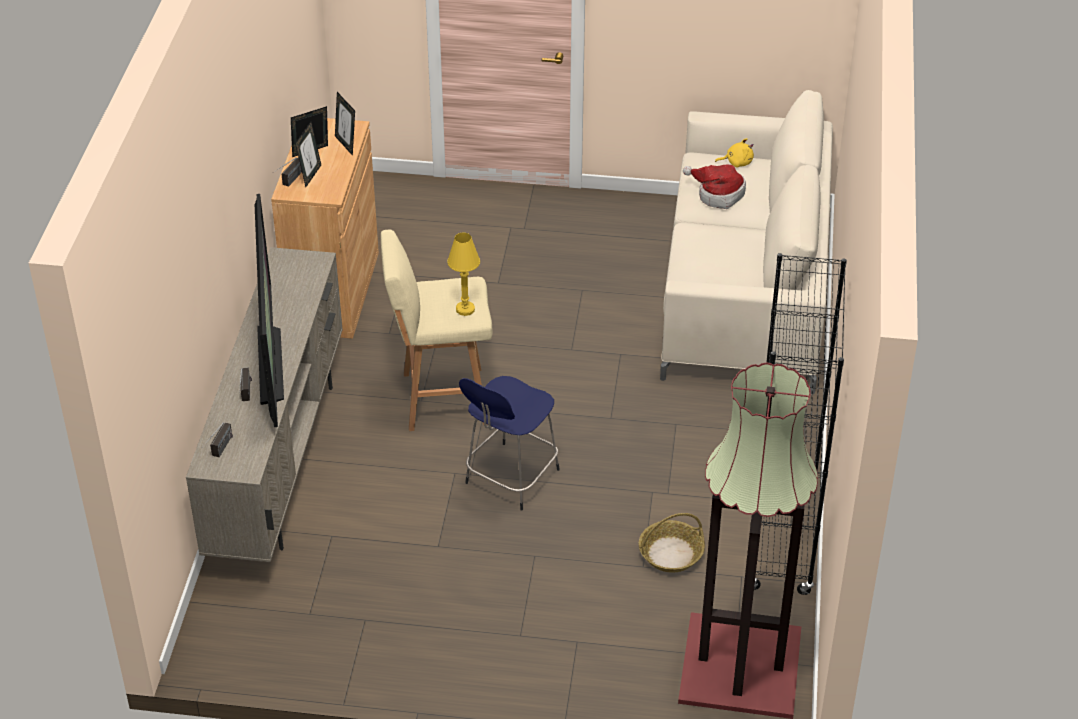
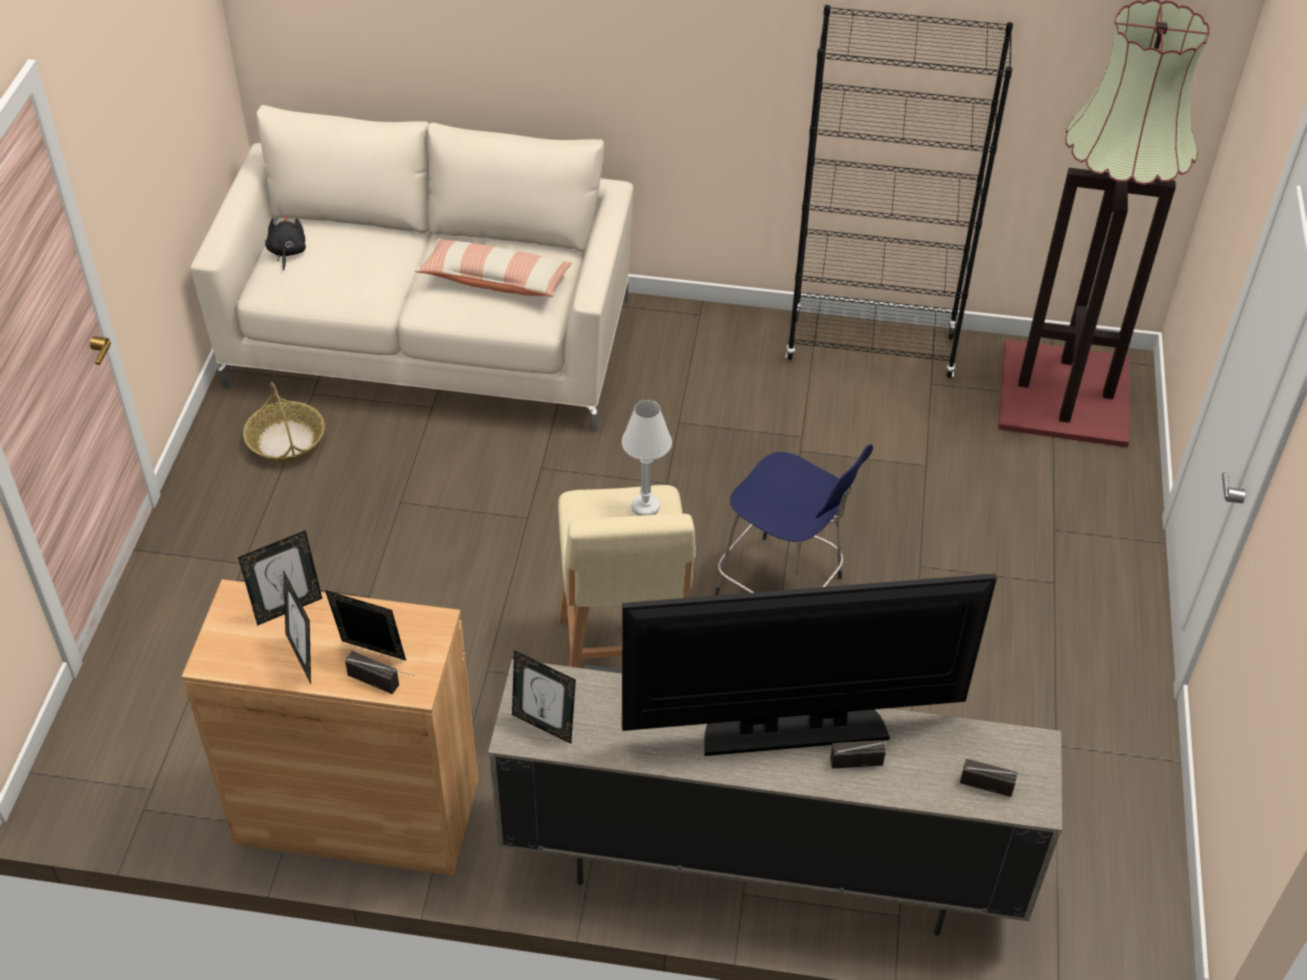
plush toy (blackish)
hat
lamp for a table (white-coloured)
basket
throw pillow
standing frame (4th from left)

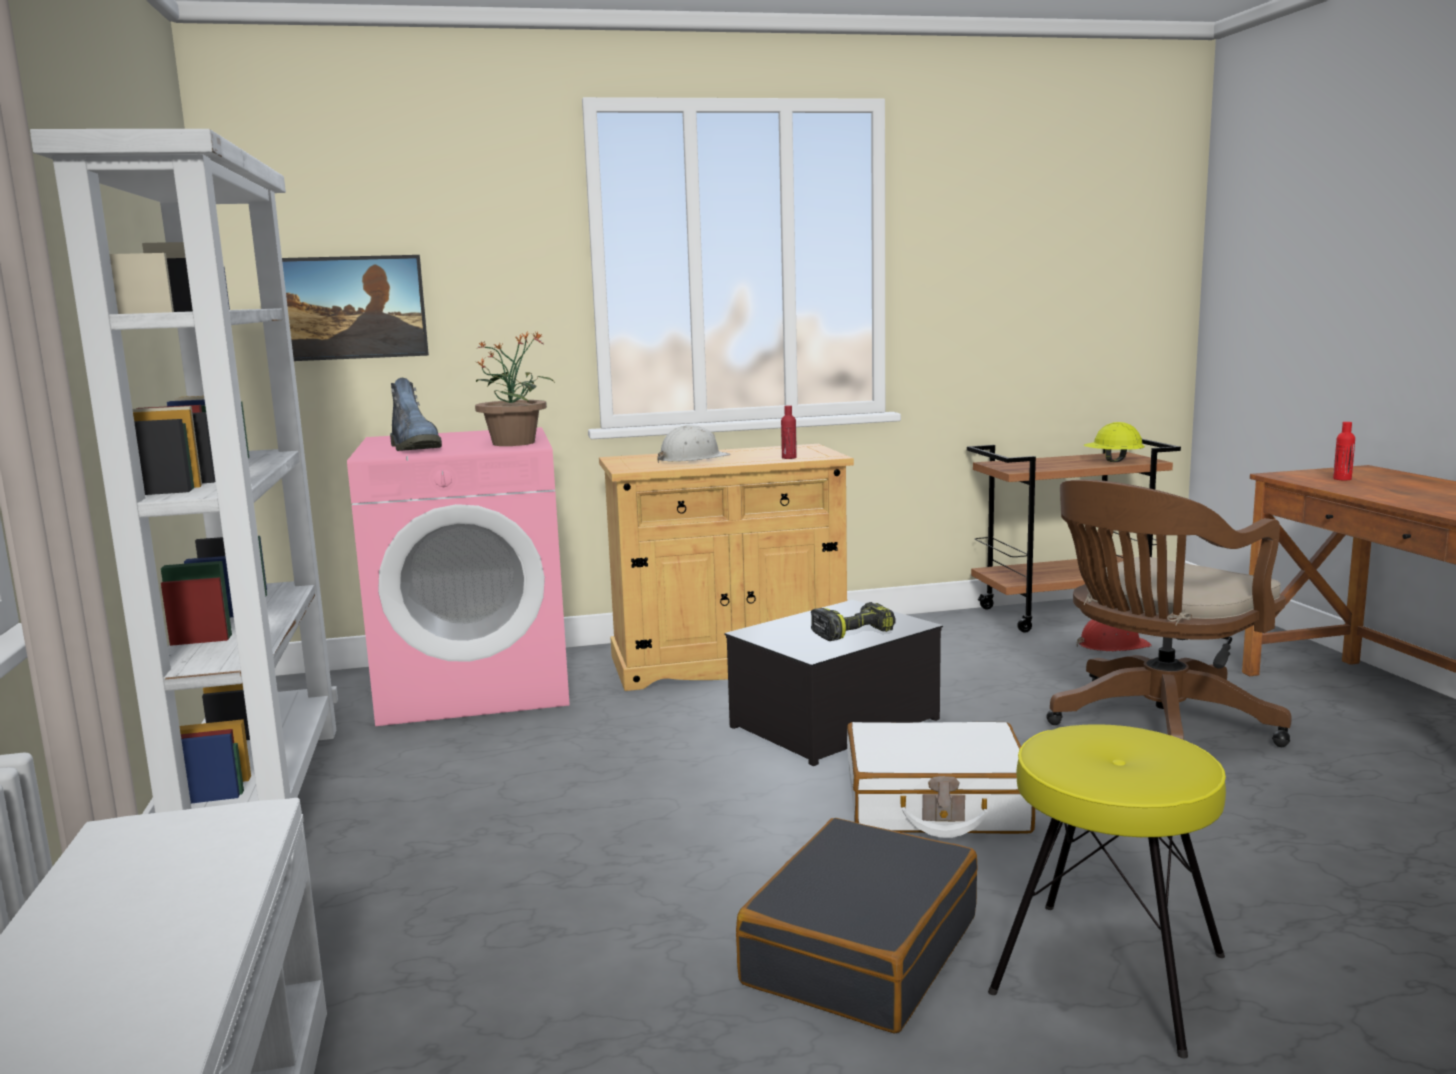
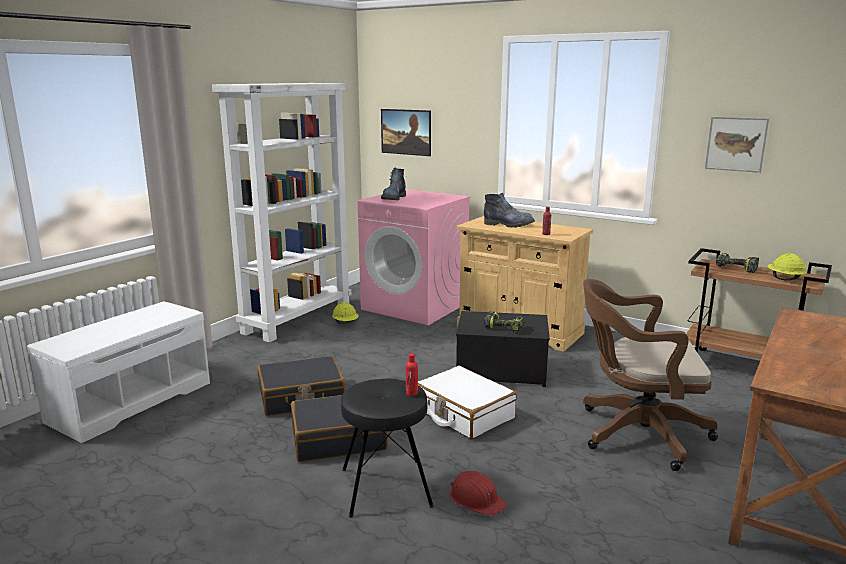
houseplant
bottle (reddish) (1st from left)
boot (2nd from left)
safety helmet (reddish)
stool seat (blackish)
wall art (2nd from left)
drill (2nd from left)
safety helmet (yellow-coloured) (1st from left)
piece of luggage (blackish) (1st from left)

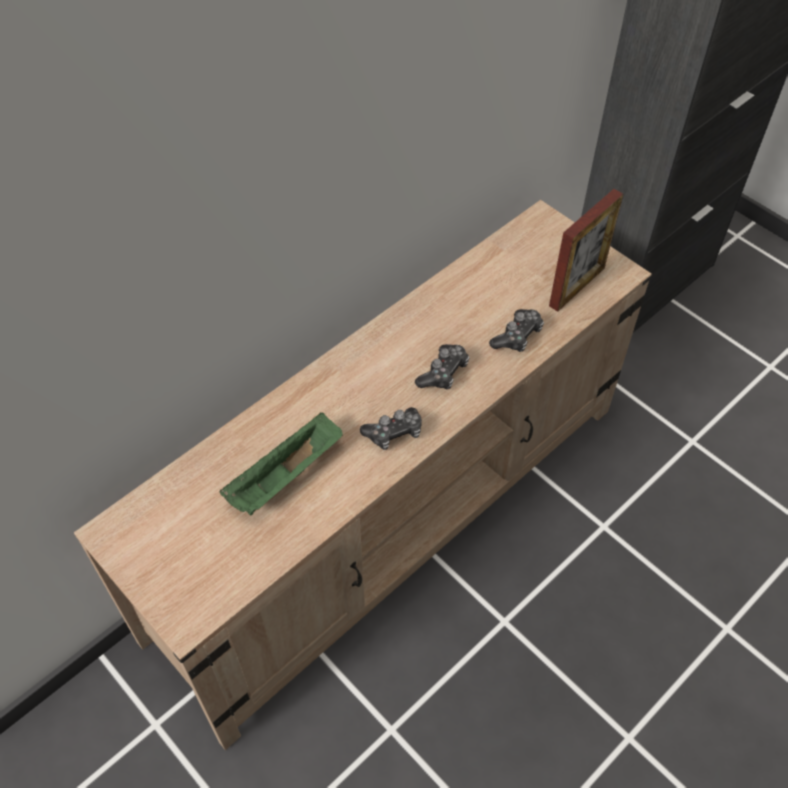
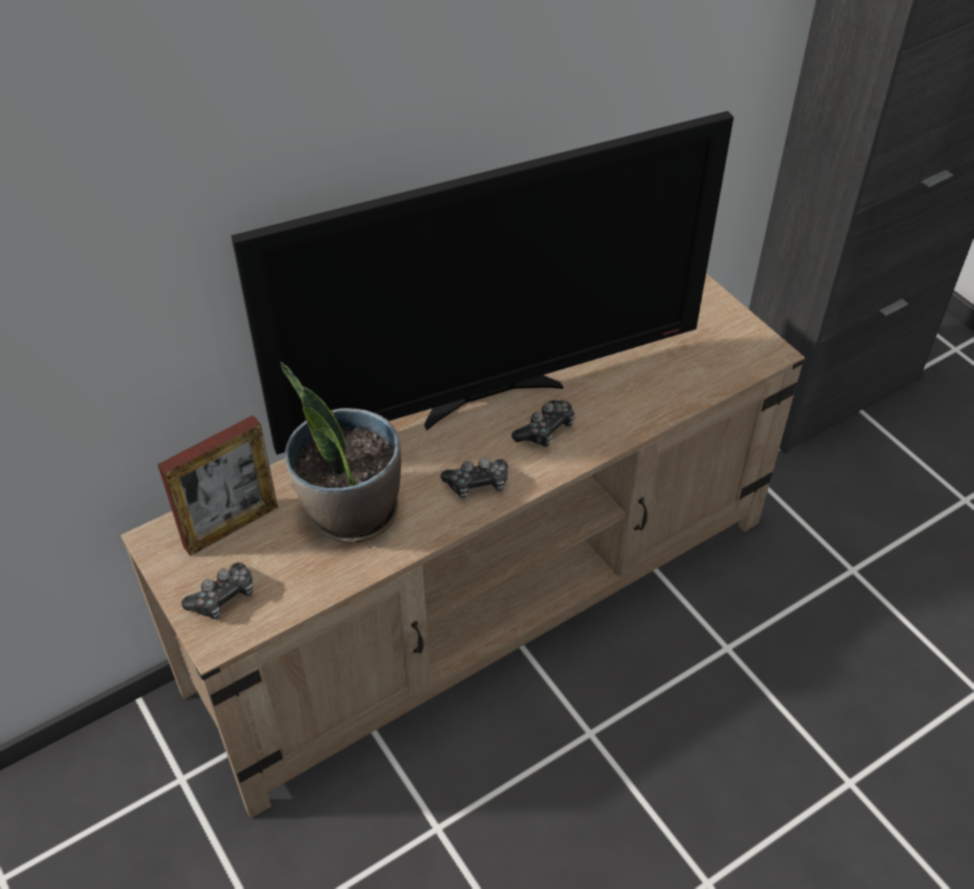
standing frame
gamepad (1st from left)
houseplant
television

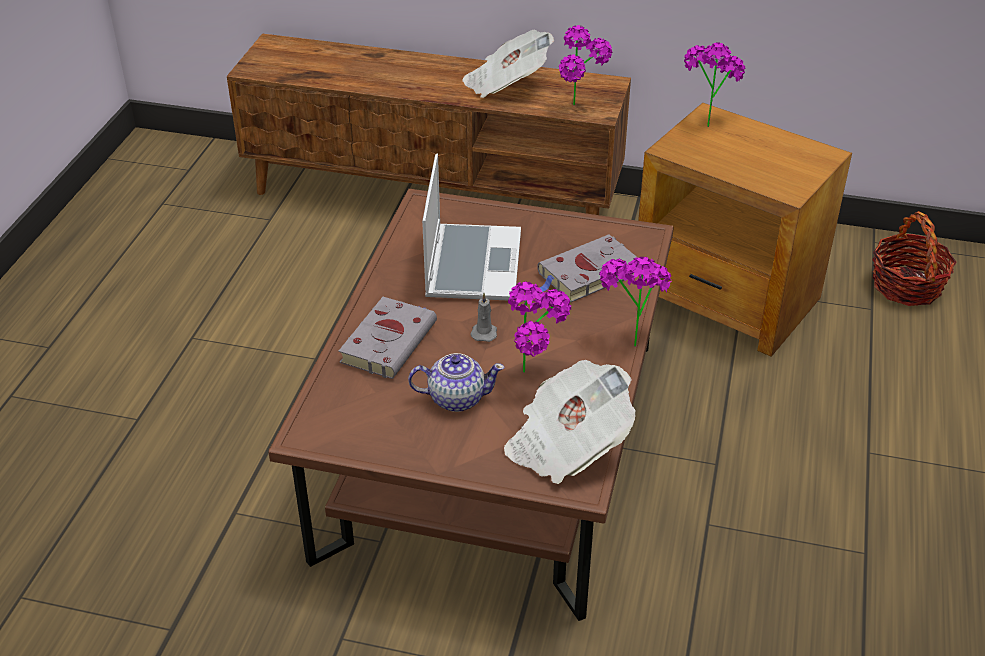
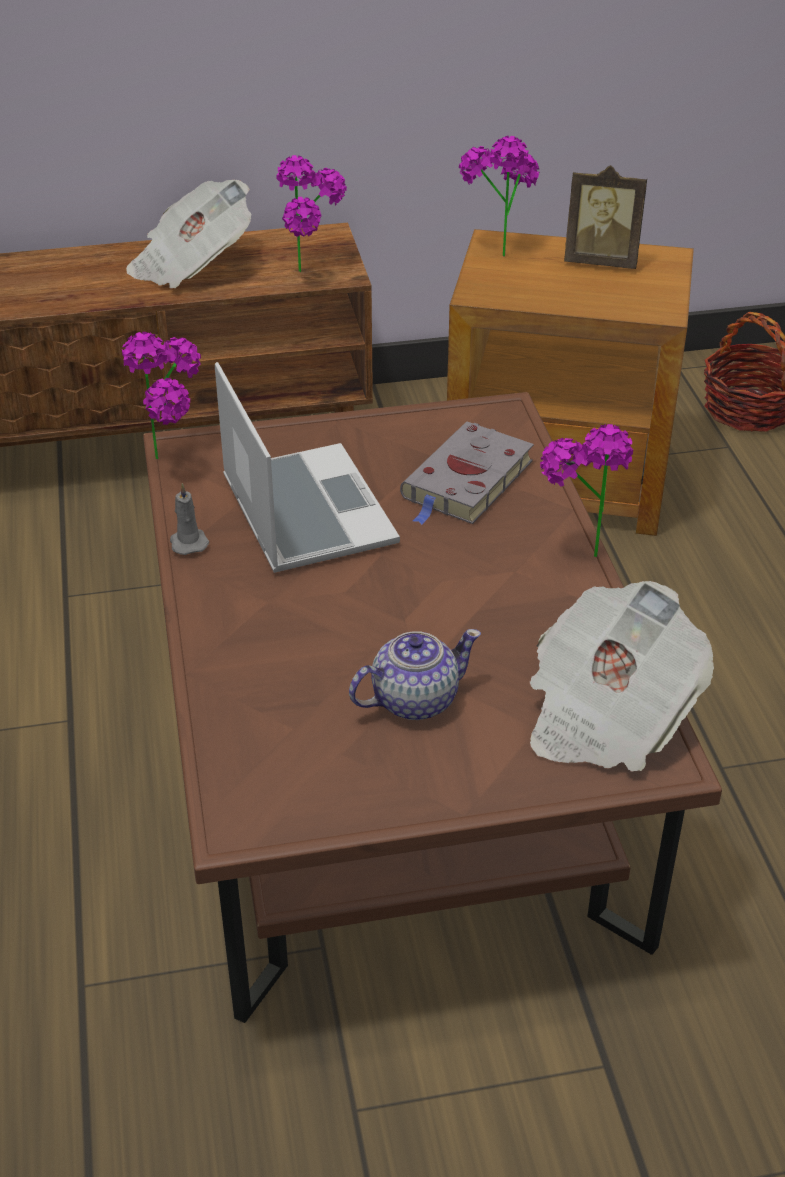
houseplant (1st from left)
wax candle (gray)
volume (gray) (1st from left in the first image)
standing frame

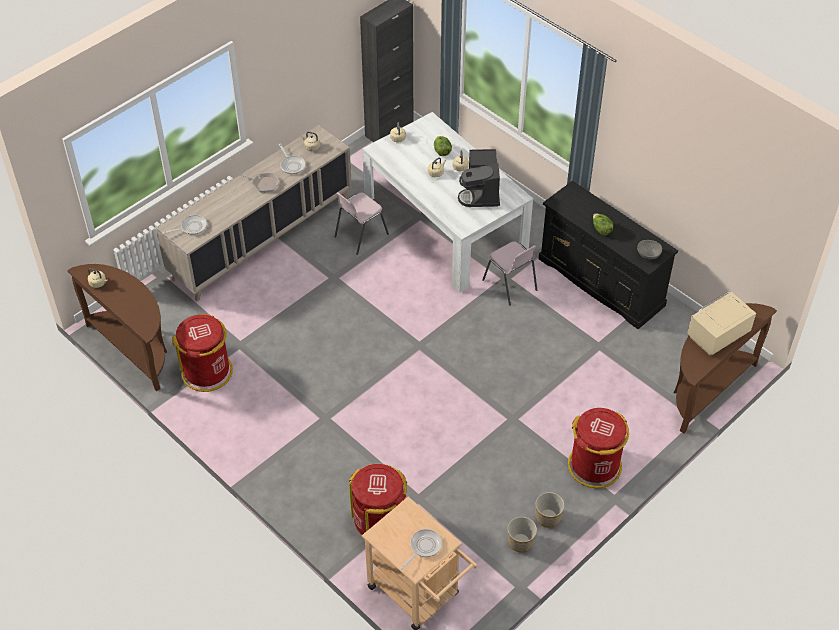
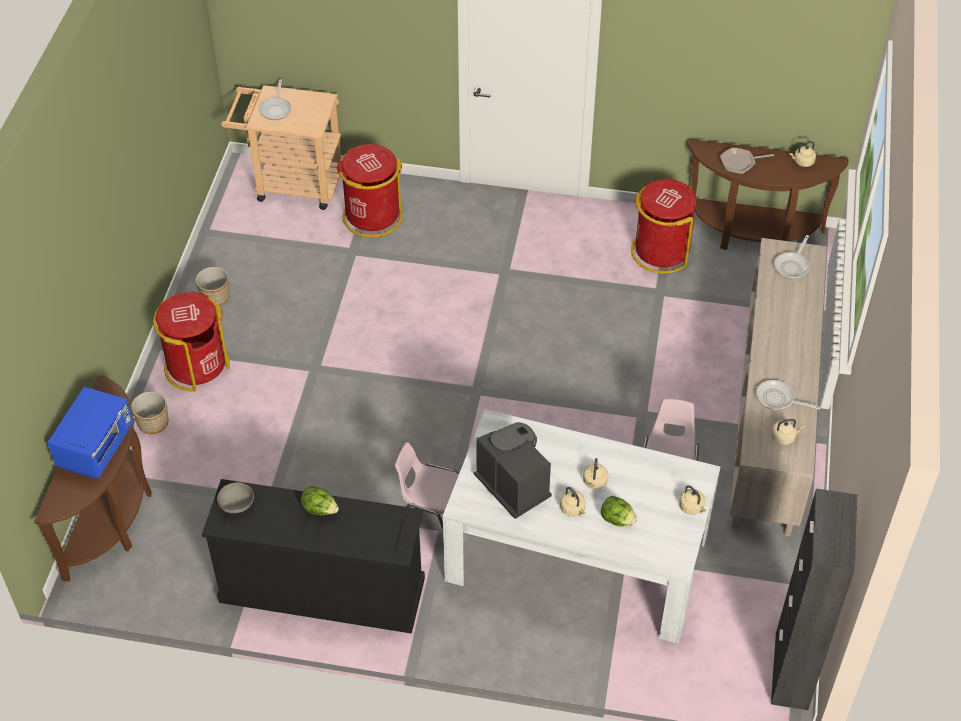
pan (2nd from left)
kitchen microwave (bluish)
plant pot (1st from left)

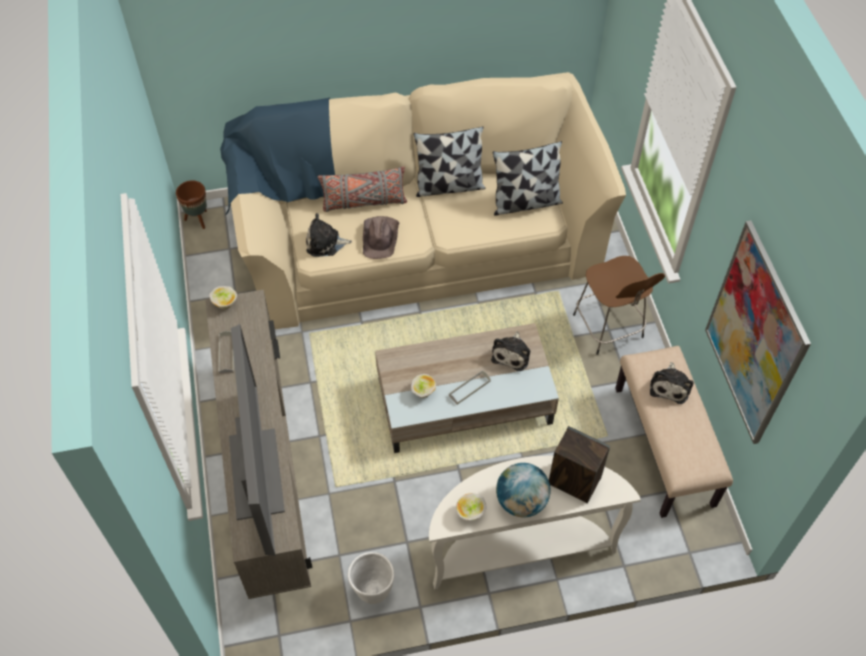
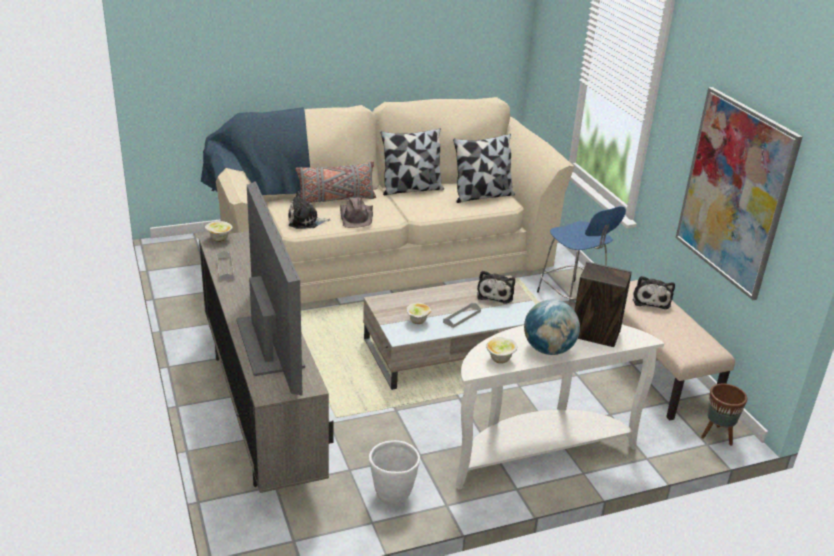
plant pot (brown-coloured)
stool seat (bluish)

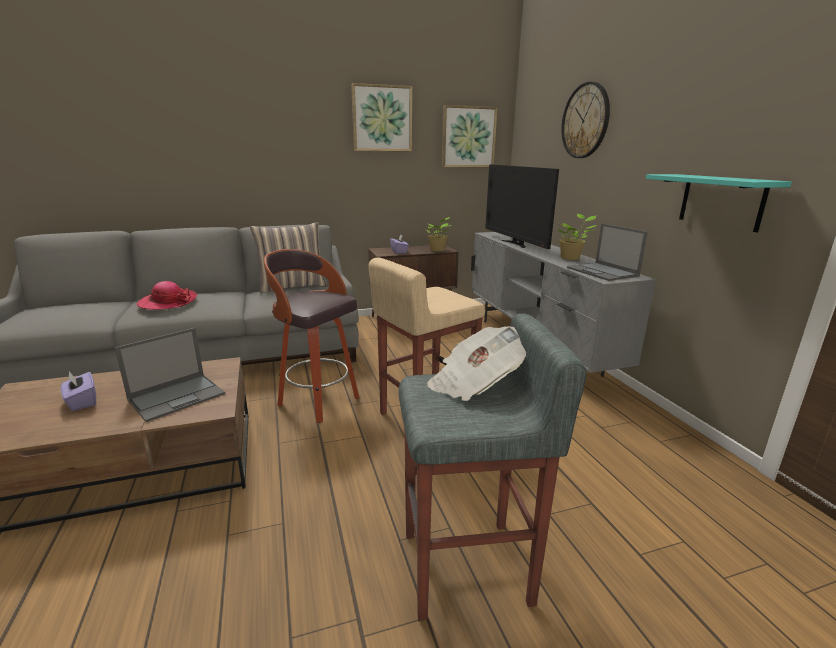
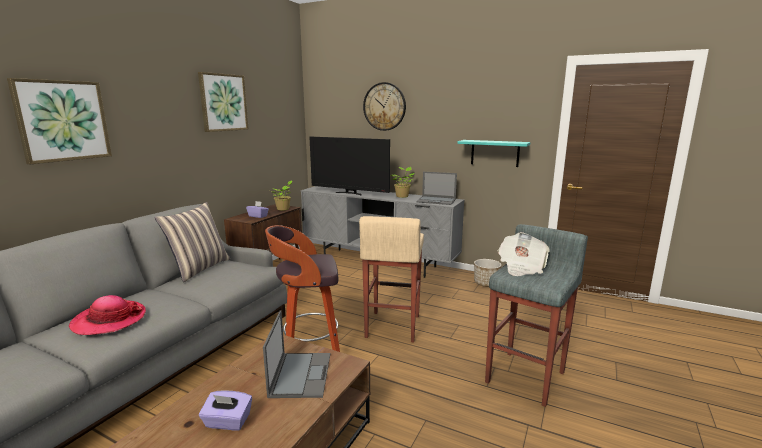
wall art (1st from left)
plant pot

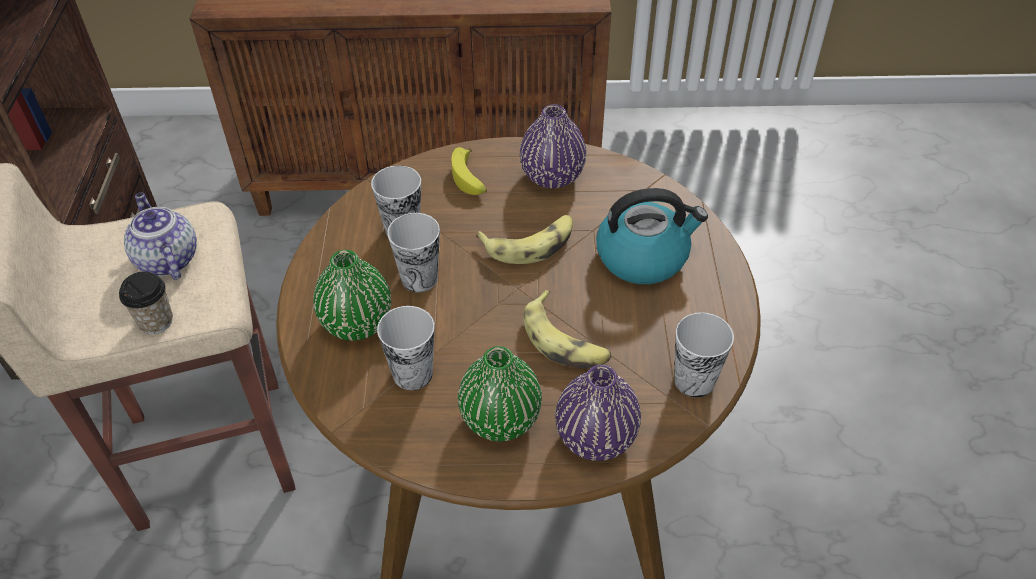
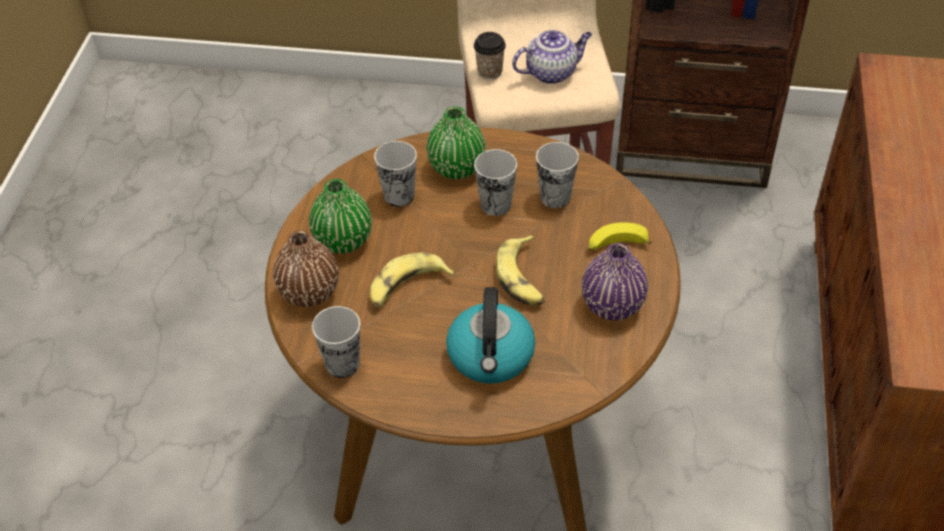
decorative vase (brown-coloured)

